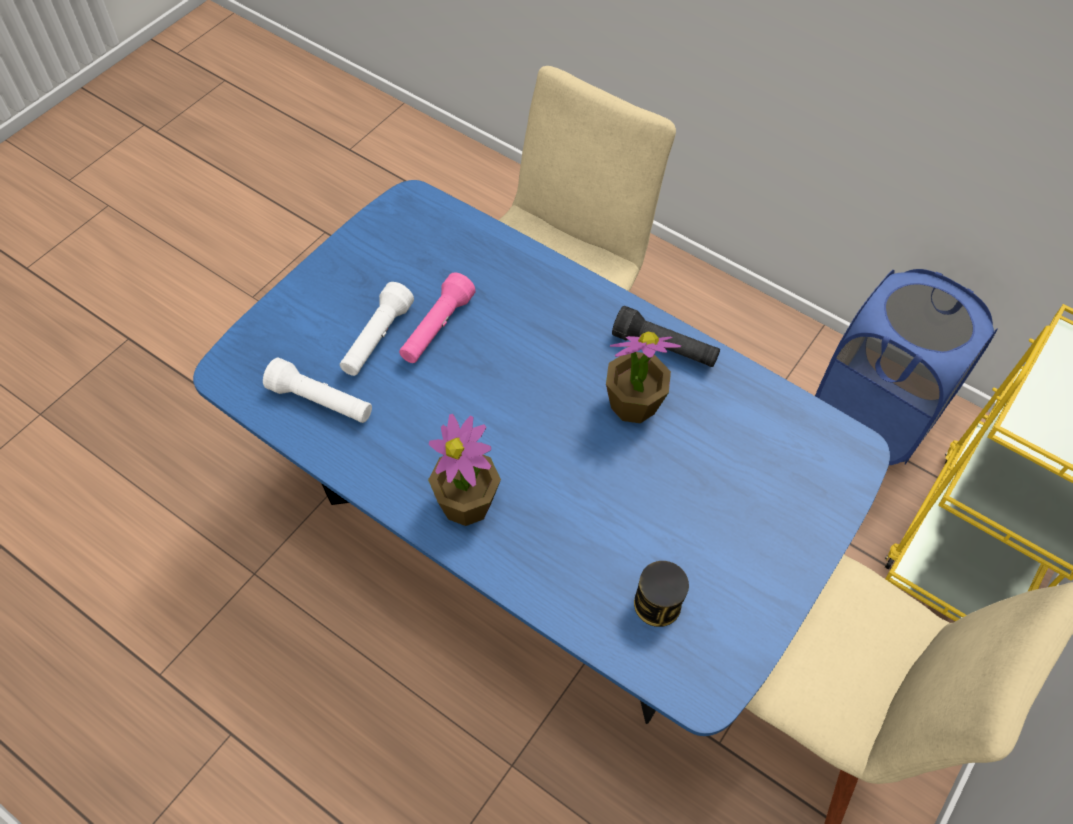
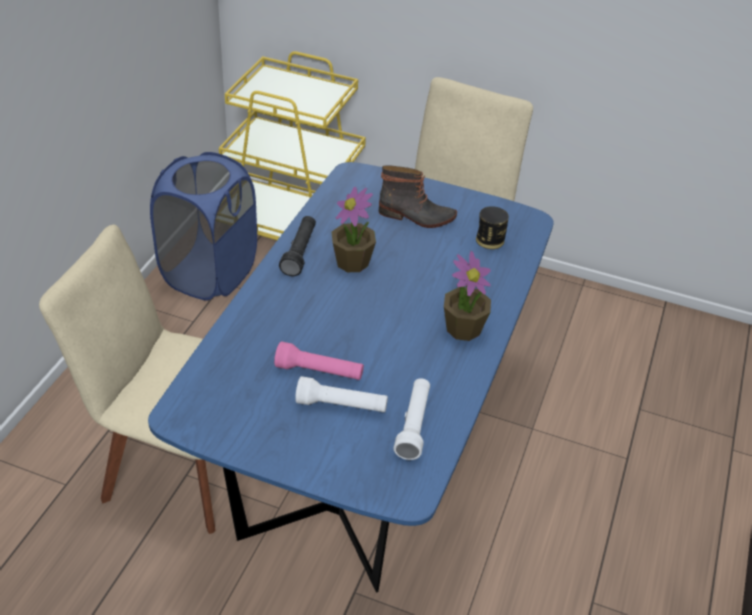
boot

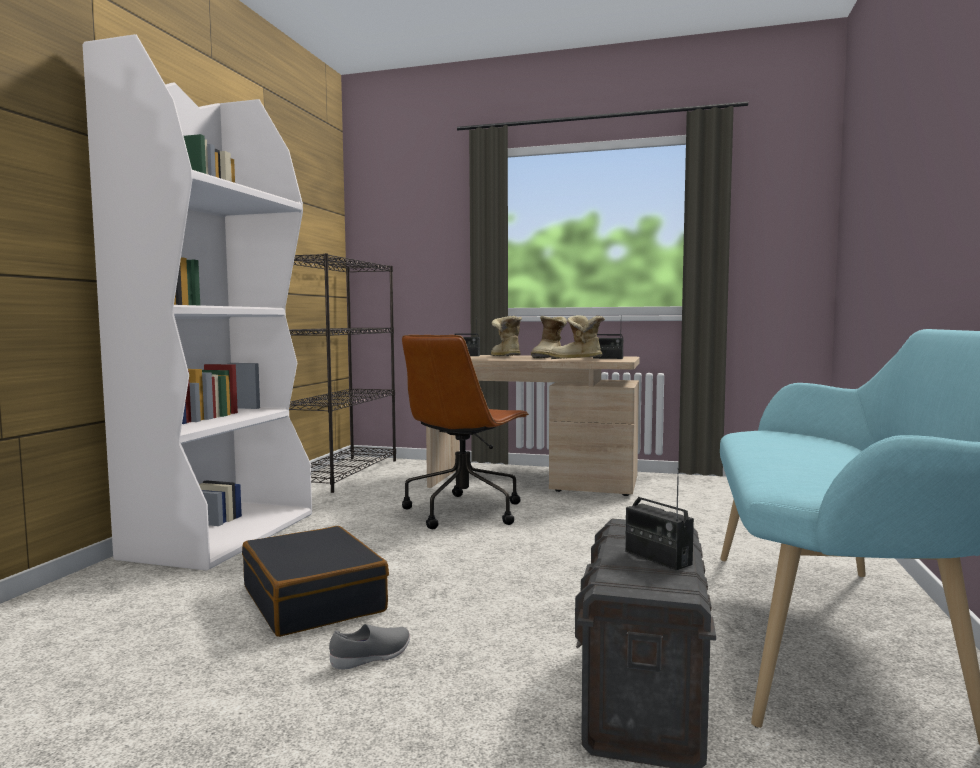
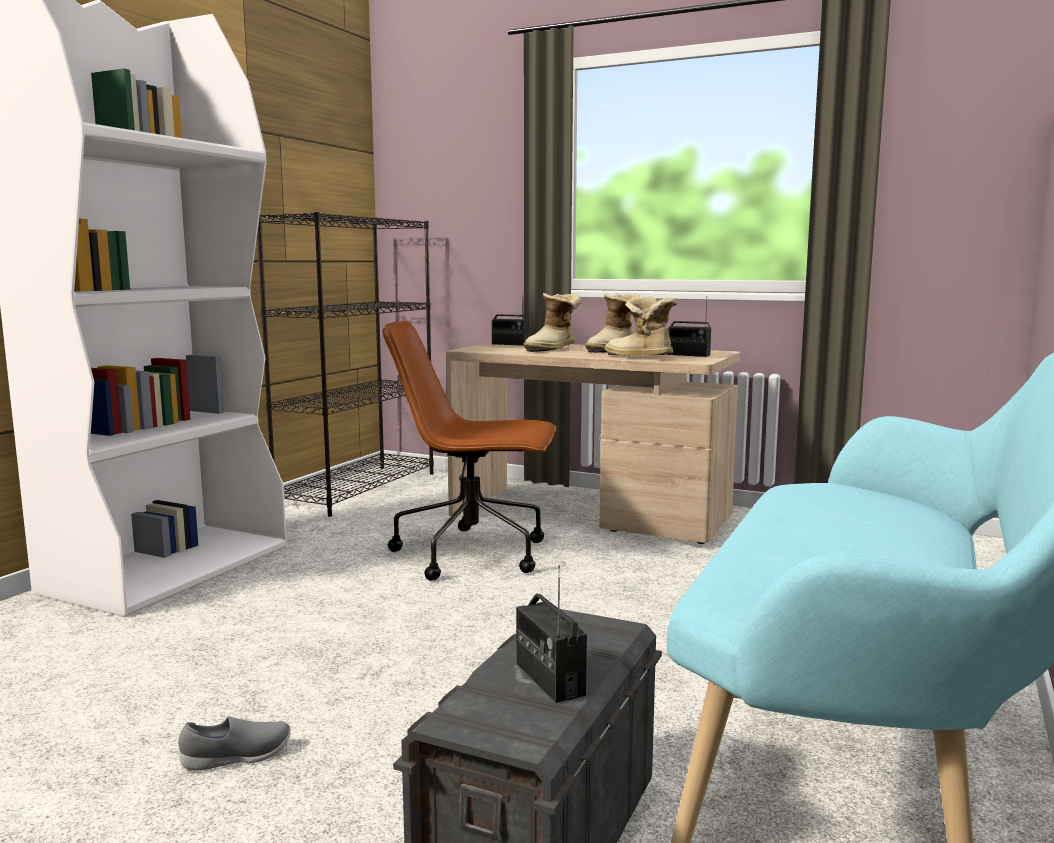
boot (1st from left)
desk chair (brown-coloured)
piece of luggage (blackish)

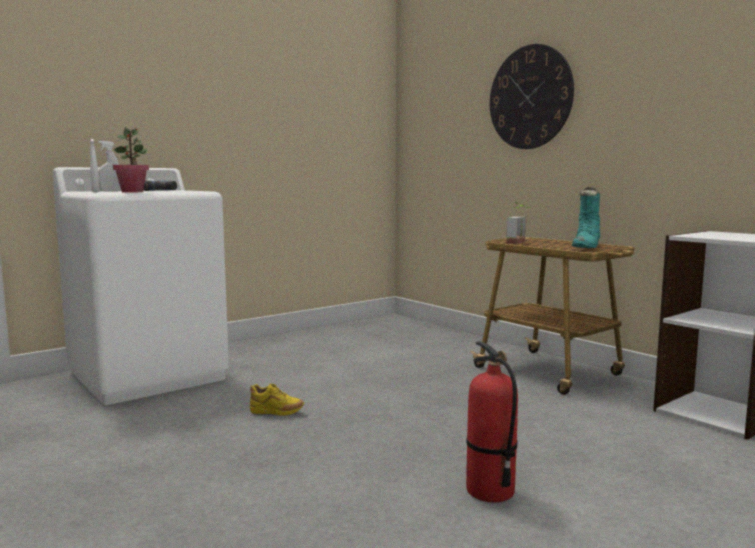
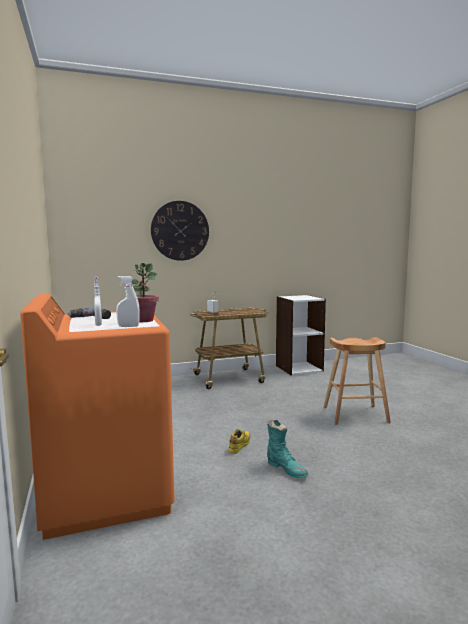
laundry machine (orange)
boot (turquoise-coloured)
stool seat (brown-coloured)

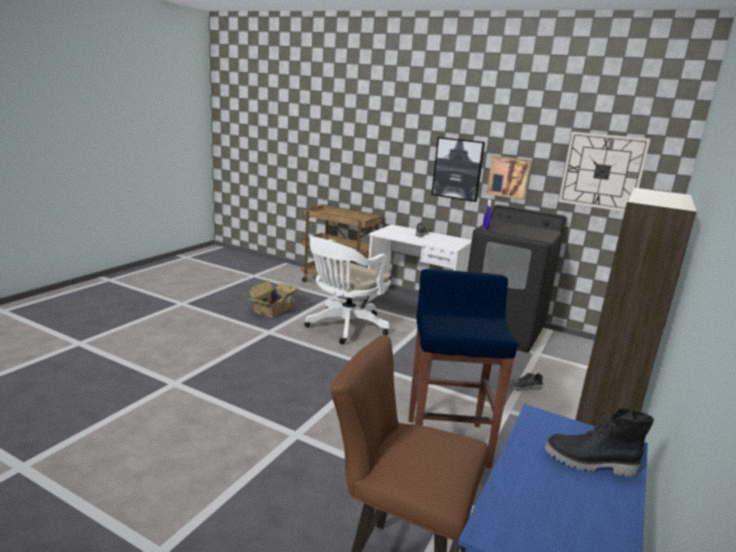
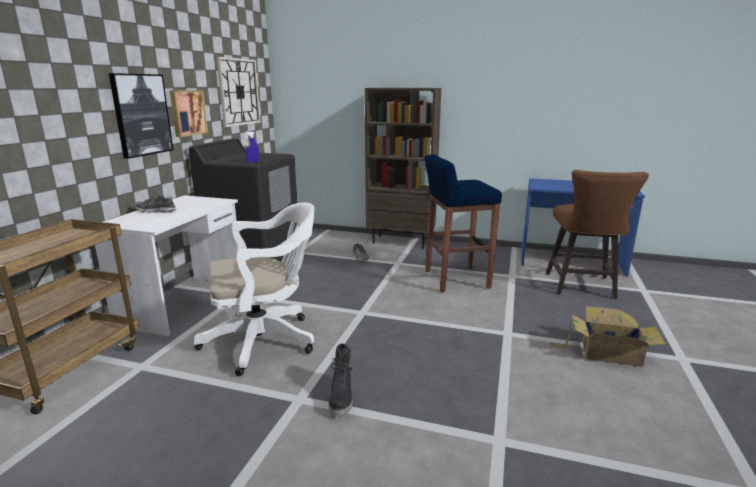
desk chair (white-coloured)
carton
boot (blackish)

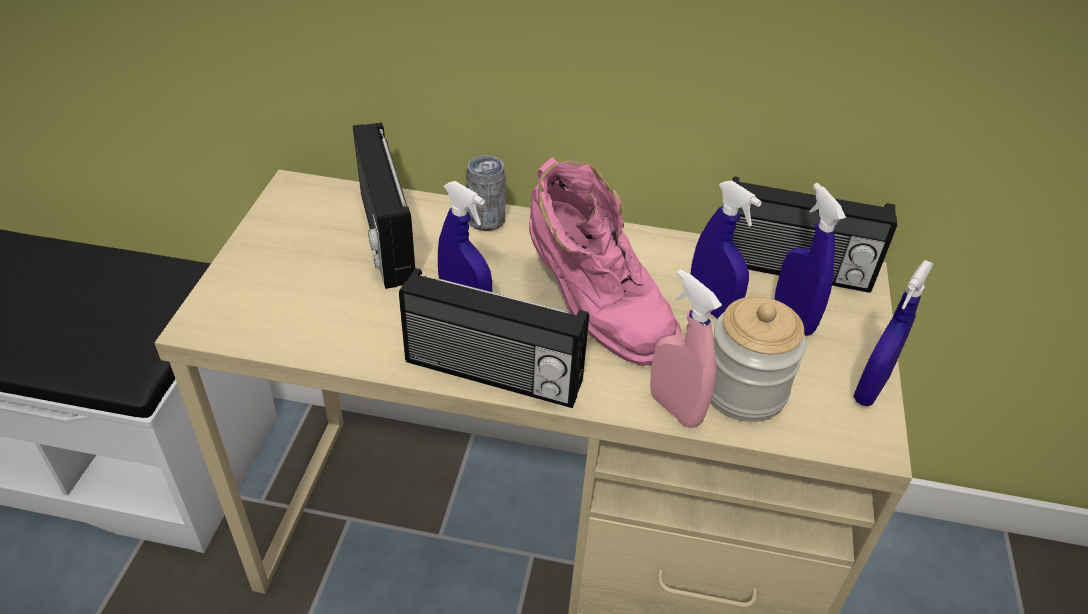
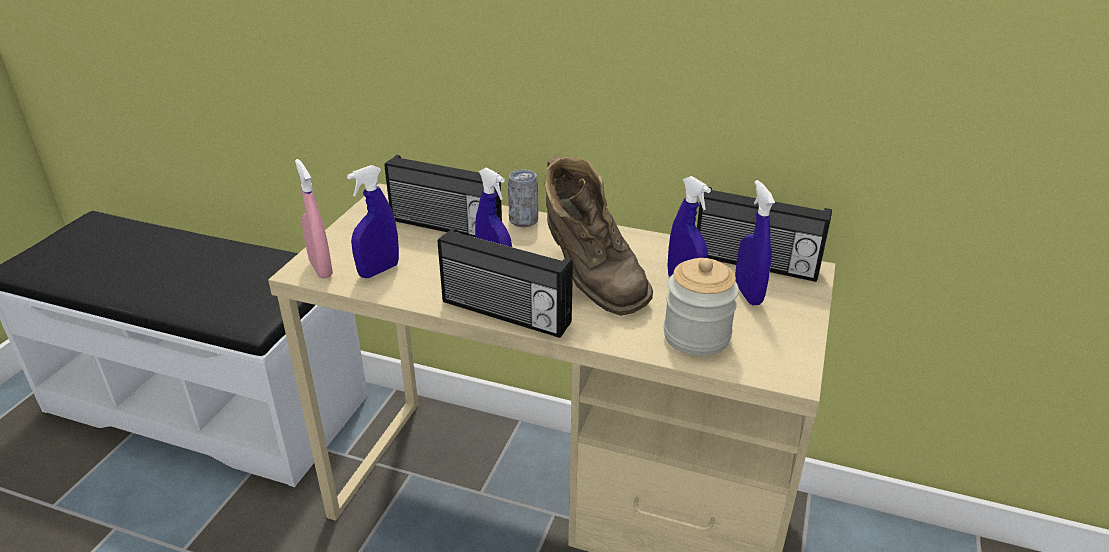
radio set (1st from left)
boot (brown-coloured)
spray bottle (bluish) (1st from left)
spray bottle (pink-coloured)

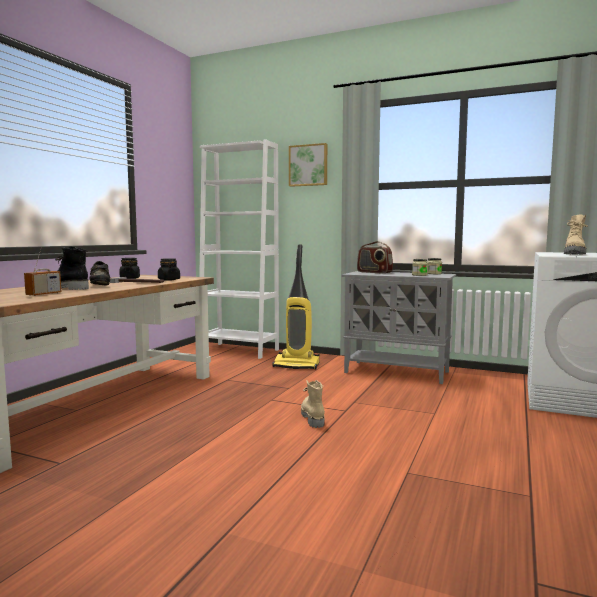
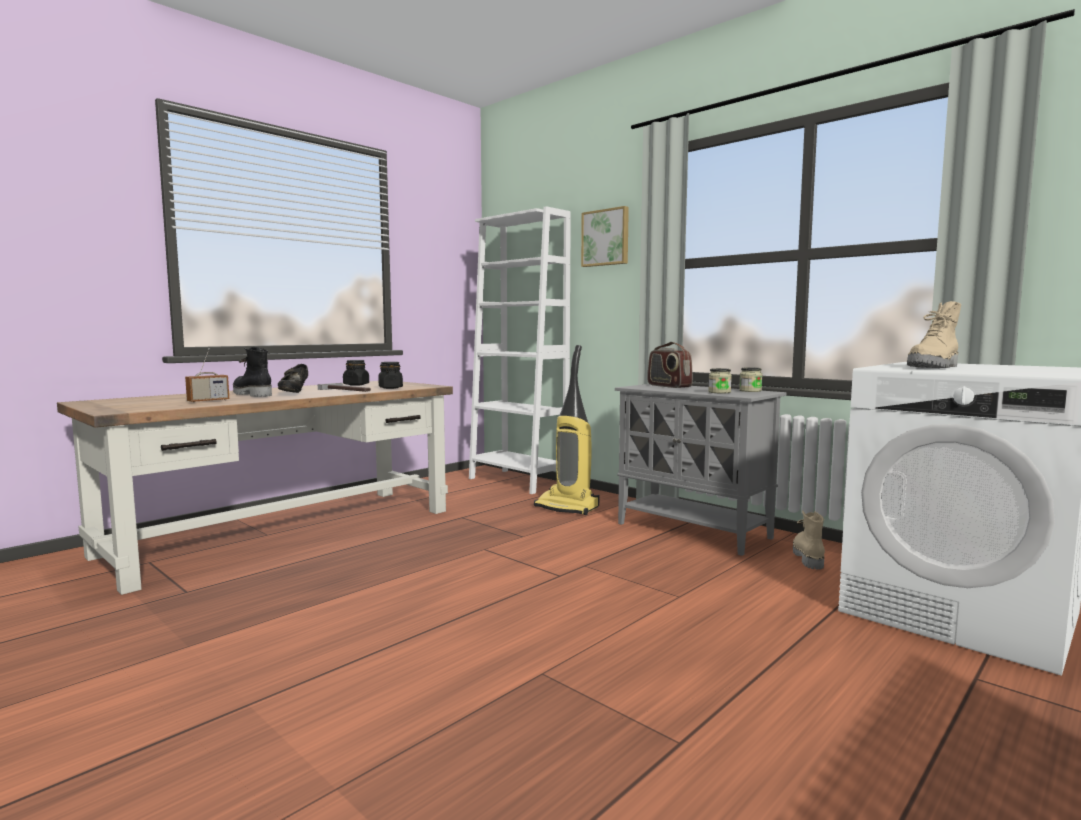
boot (beige) (1st from left)

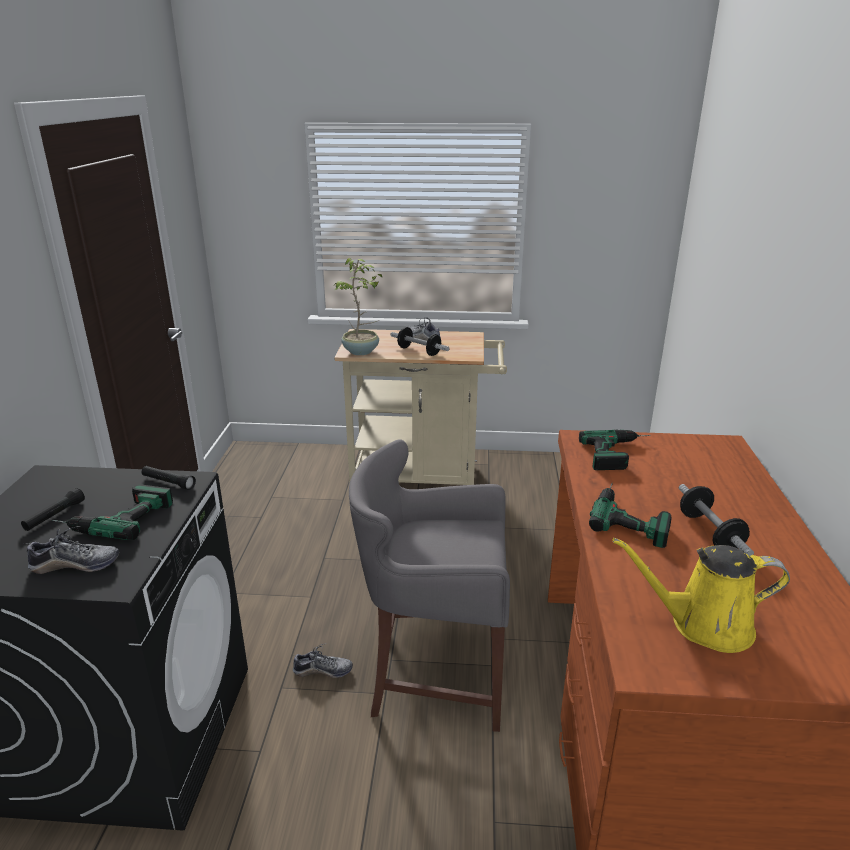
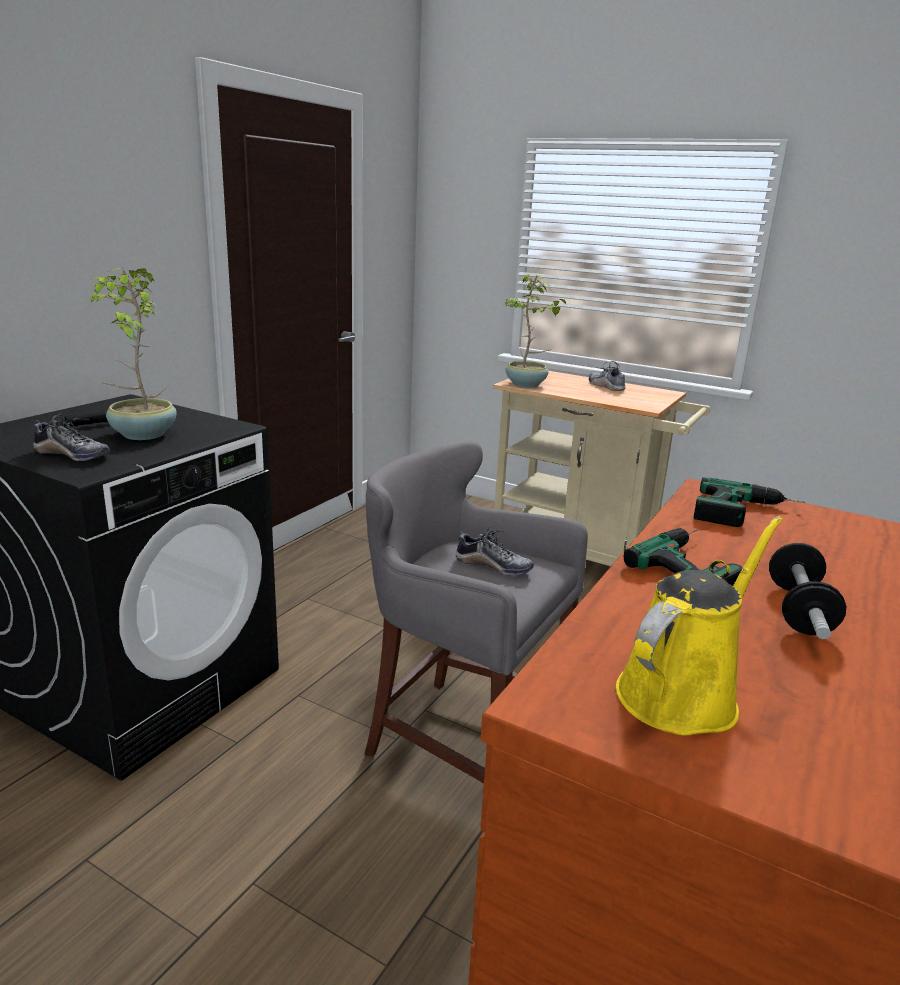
dumbbell (1st from left in the first image)
flashlight (blackish) (2nd from left in the first image)
houseplant (1st from left)
sprinkling can (yellow-coloured)
item of footwear (2nd from left)

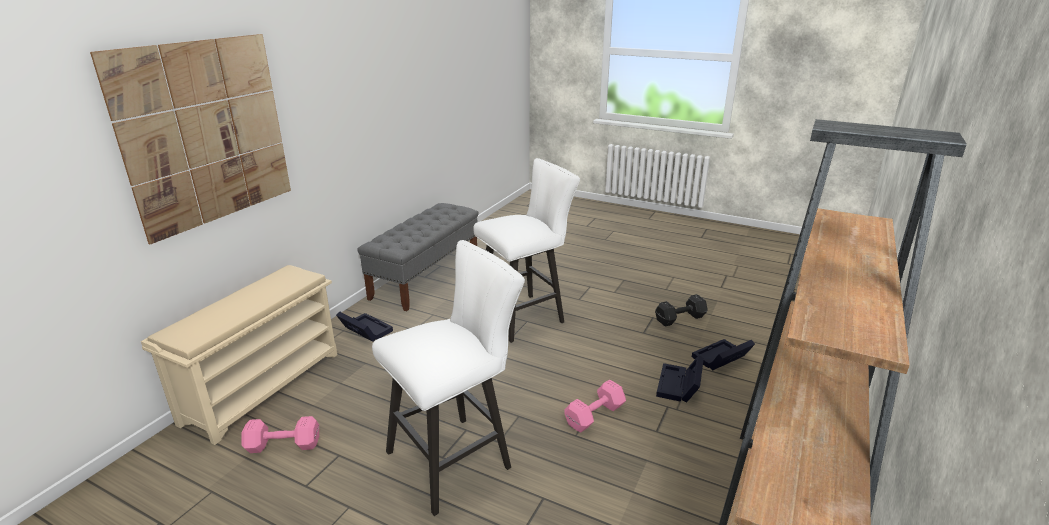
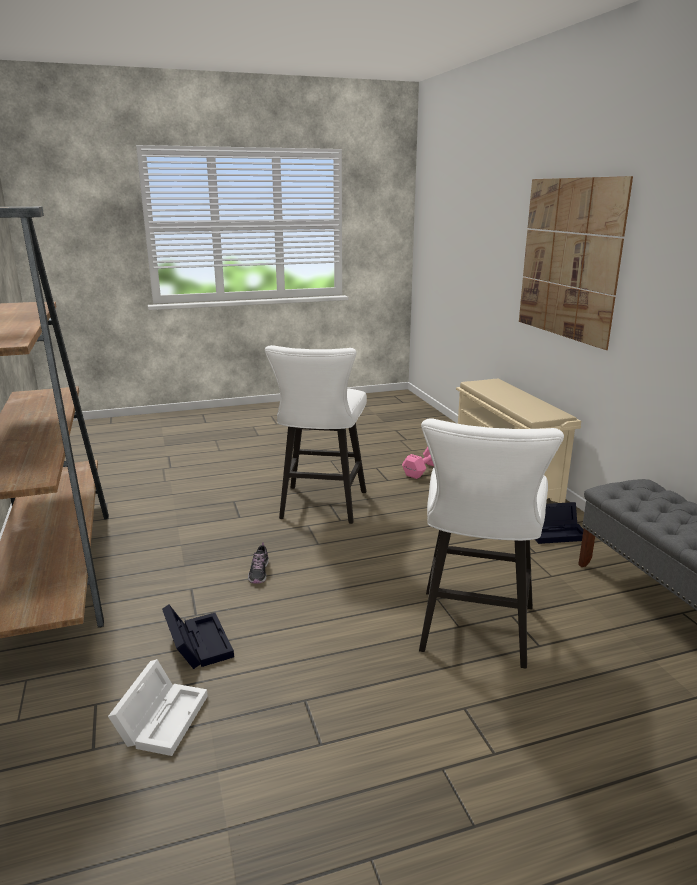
dumbbell (blackish)
storage container (white-coloured)
item of footwear

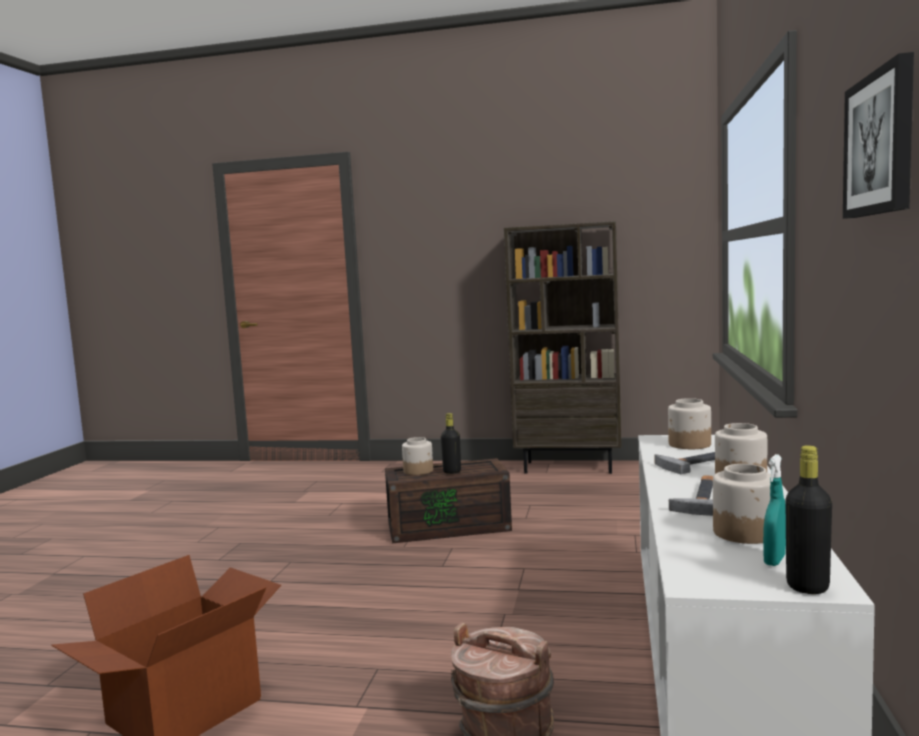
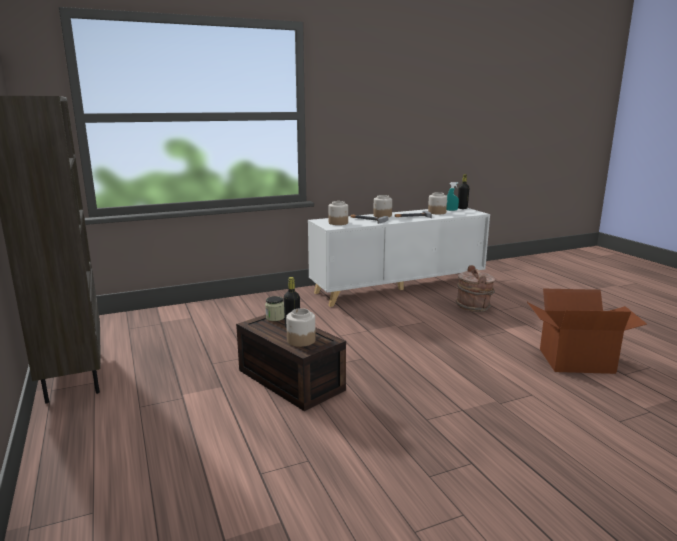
wall art
preserve jar (1st from left)

